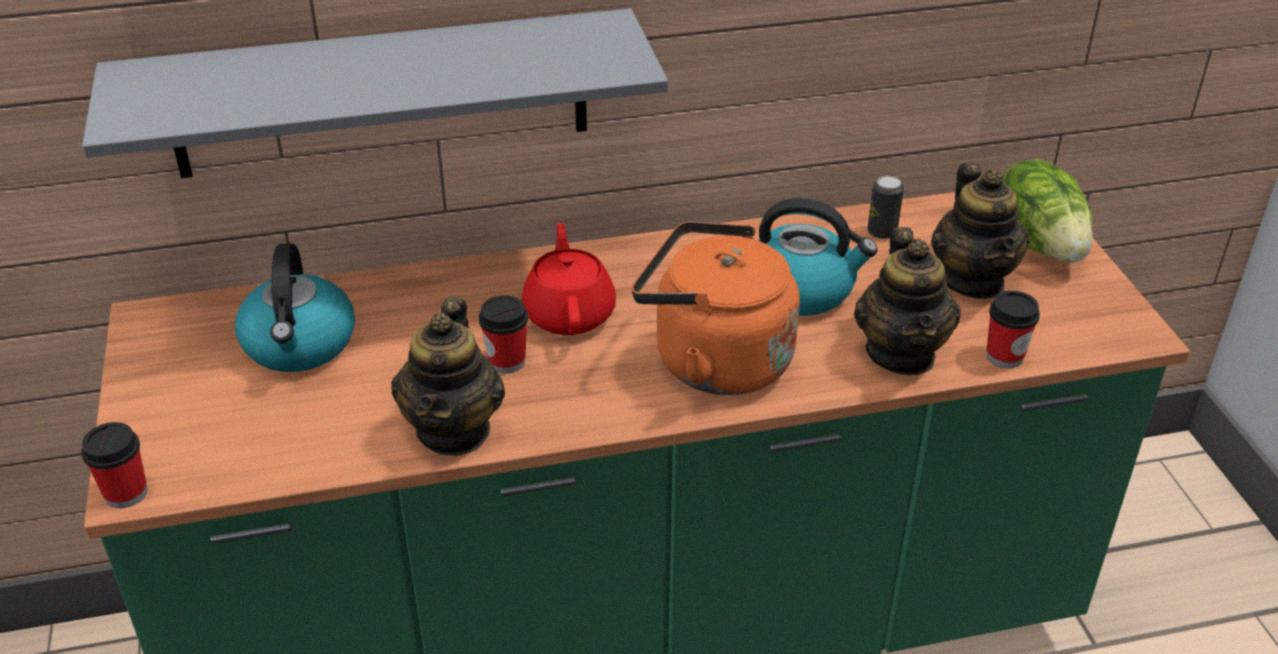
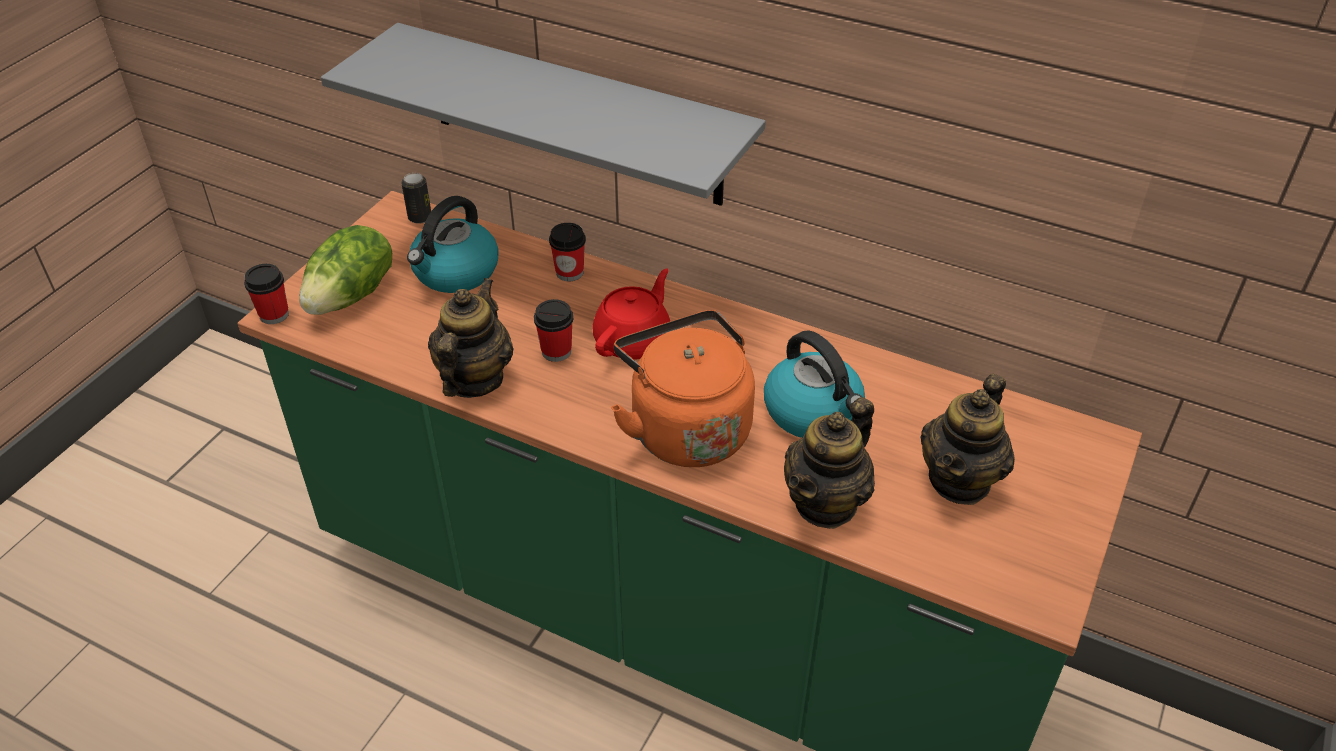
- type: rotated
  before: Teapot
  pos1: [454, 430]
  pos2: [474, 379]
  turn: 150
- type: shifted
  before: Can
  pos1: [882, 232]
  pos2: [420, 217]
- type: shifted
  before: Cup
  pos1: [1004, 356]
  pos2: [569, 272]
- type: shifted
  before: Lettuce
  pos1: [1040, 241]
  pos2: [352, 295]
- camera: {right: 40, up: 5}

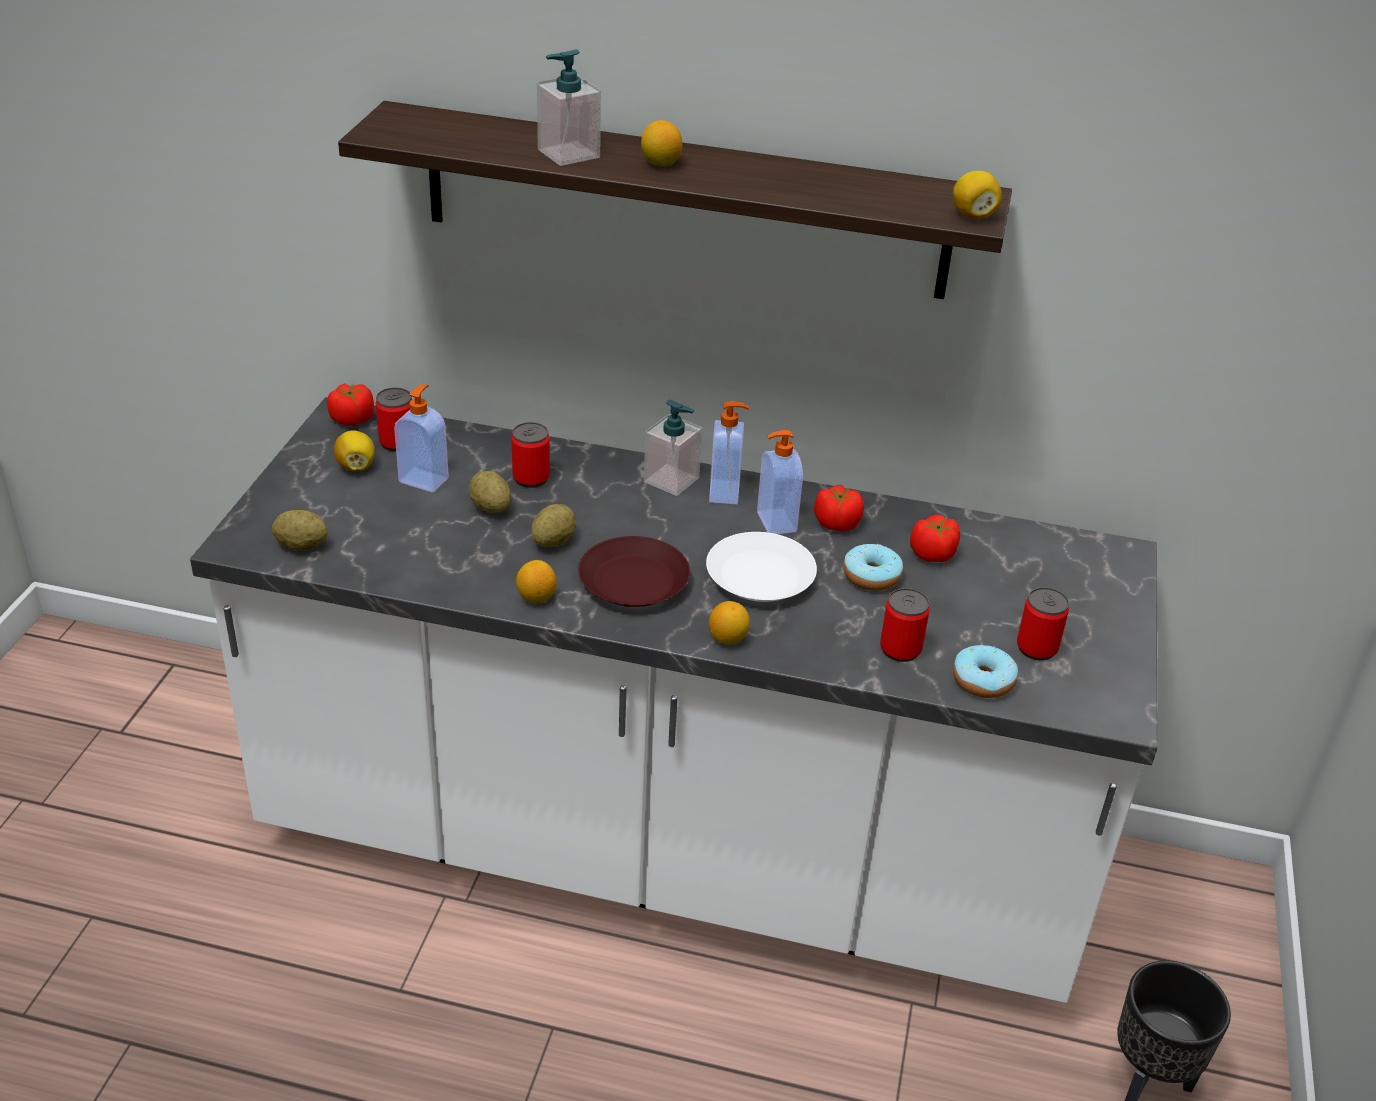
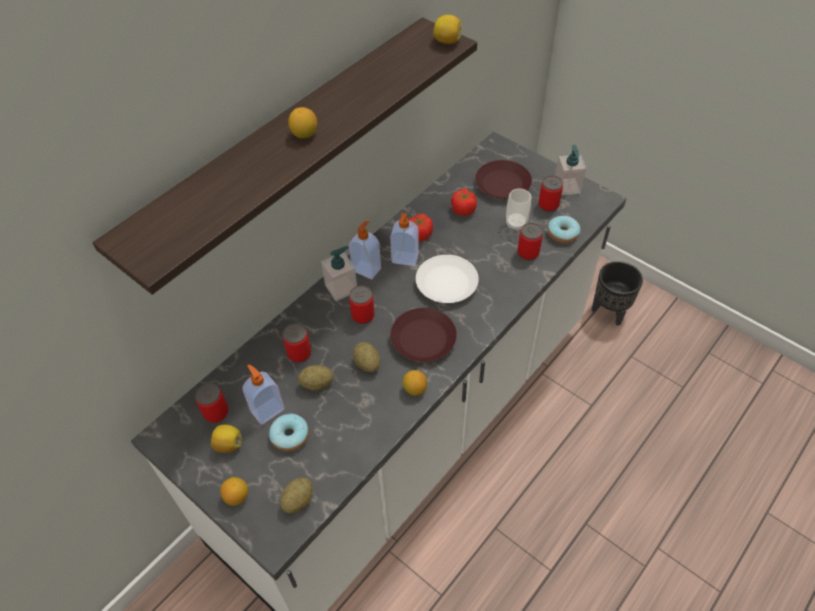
- type: gone
  before: Tomato
  pos1: [352, 419]
- type: shifted
  before: SoapDispenser
  pos1: [568, 154]
  pos2: [567, 187]
- type: shifted
  before: Lemon
  pos1: [728, 638]
  pos2: [237, 496]
- type: shifted
  before: Donut
  pos1: [871, 576]
  pos2: [290, 436]
- type: new
  after: Can
  pos2: [363, 315]
- type: new
  after: BrownPlate
  pos2: [502, 184]
- type: new
  after: Cup
  pos2: [516, 224]
- camera: {right: -60, up: 15}

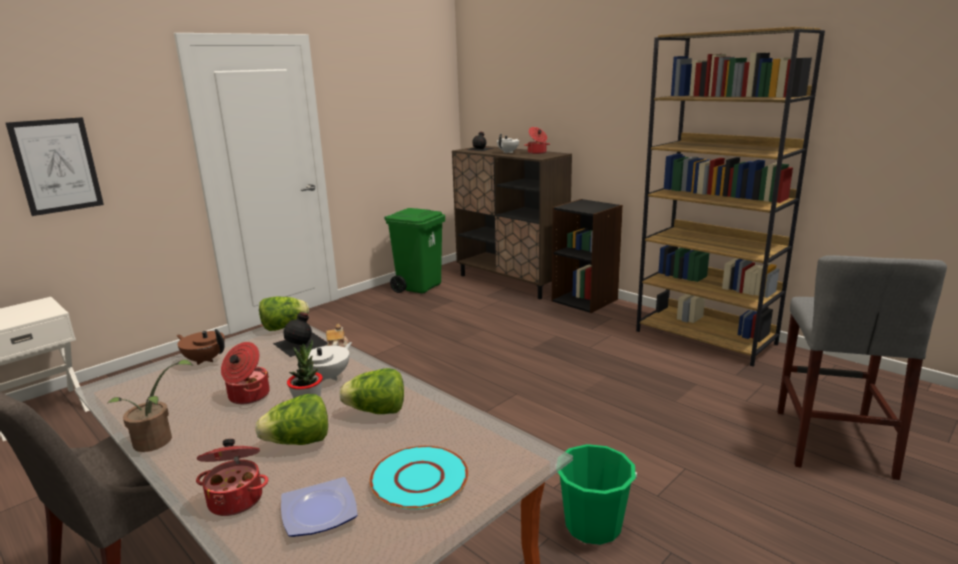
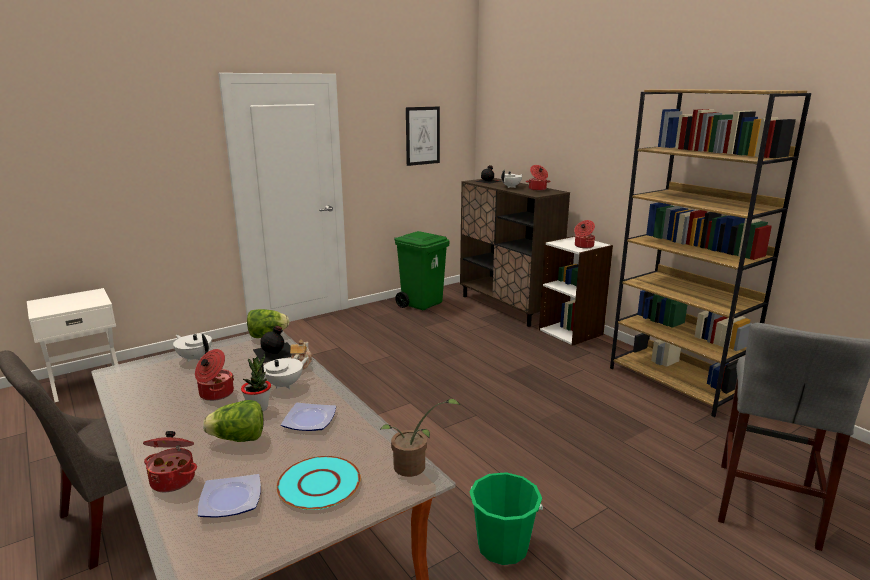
- type: shifted
  before: Picture
  pos1: [57, 166]
  pos2: [422, 136]
- type: shifted
  before: PottedPlant
  pos1: [157, 442]
  pos2: [414, 467]
- type: repainted
  before: BrownTeapot
  after: WhiteTeapot
  pos1: [205, 360]
  pos2: [195, 358]
- type: swapped
  before: Lettuce
  after: Plate
  pos1: [376, 411]
  pos2: [310, 420]
- type: repainted
  before: BlackBookcase
  after: WhiteBookcase
  pos1: [585, 300]
  pos2: [571, 332]
- type: new
  after: CookingPot
  pos2: [583, 246]
- camera: {right: 10, up: 0}

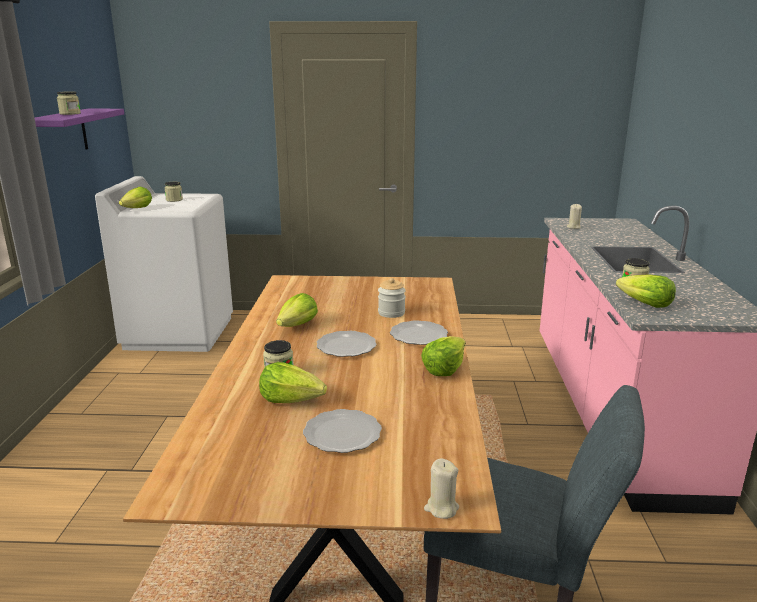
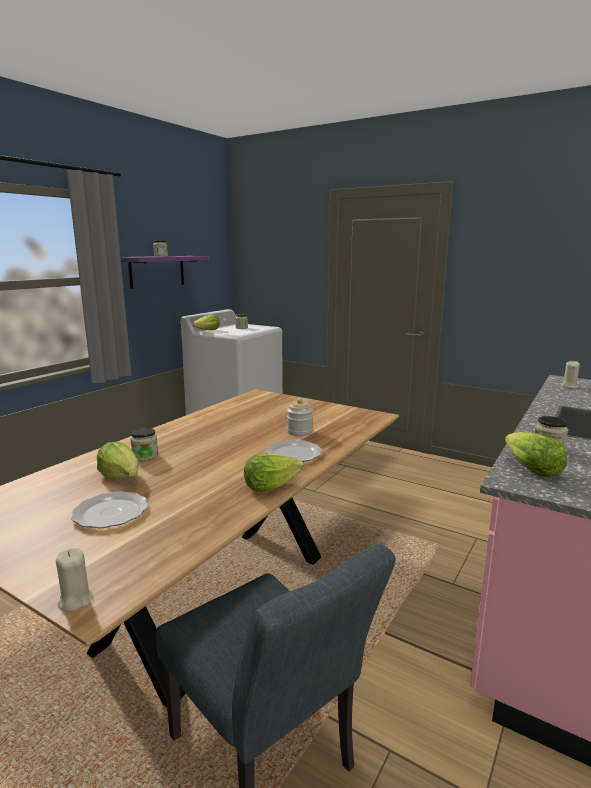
- type: gone
  before: Lettuce
  pos1: [298, 326]
- type: gone
  before: Plate
  pos1: [345, 347]
- camera: {right: 30, up: -5}

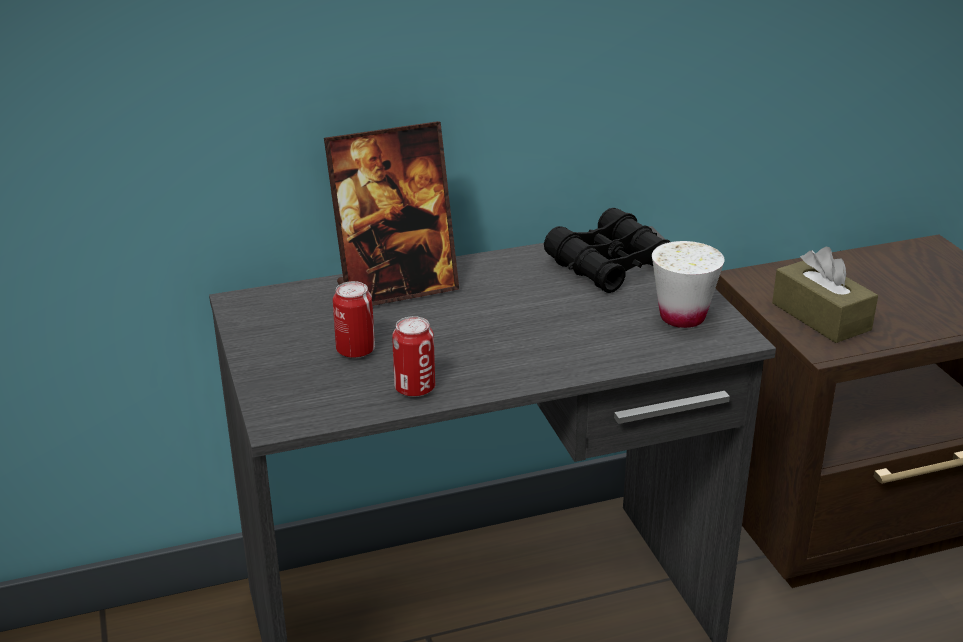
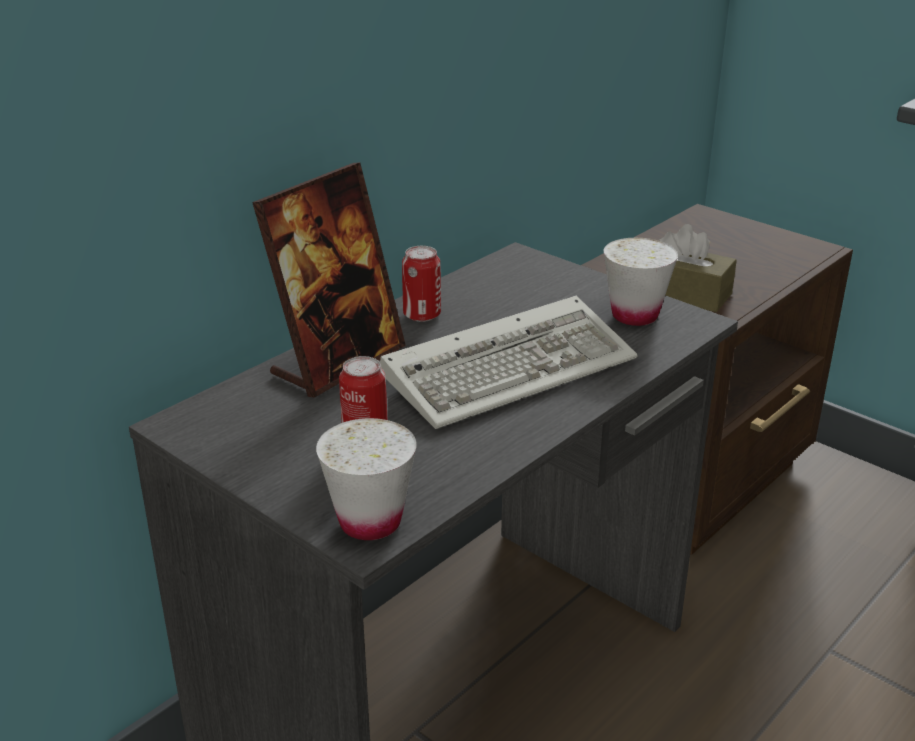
- type: shifted
  before: Can
  pos1: [415, 388]
  pos2: [422, 315]
- type: gone
  before: BlackBinoculars
  pos1: [611, 265]
- type: new
  after: WhiteCup
  pos2: [370, 522]
- type: new
  after: Keyboard
  pos2: [513, 368]
- camera: {right: -30, up: 0}

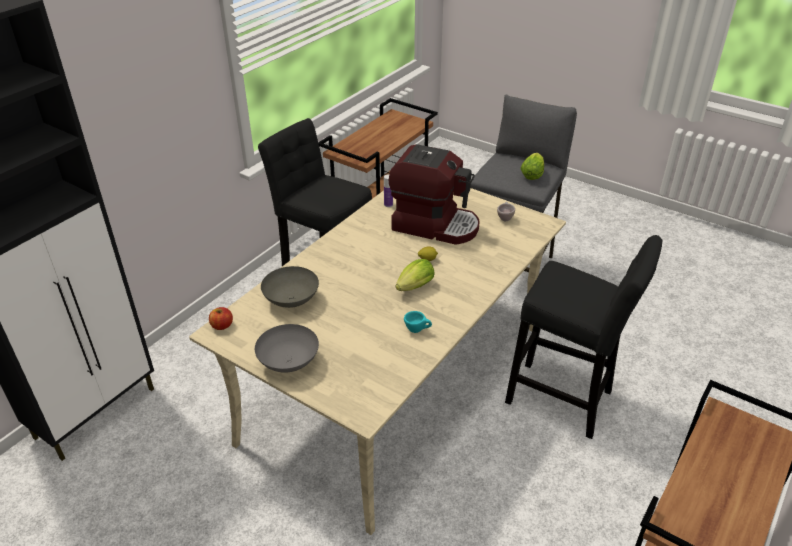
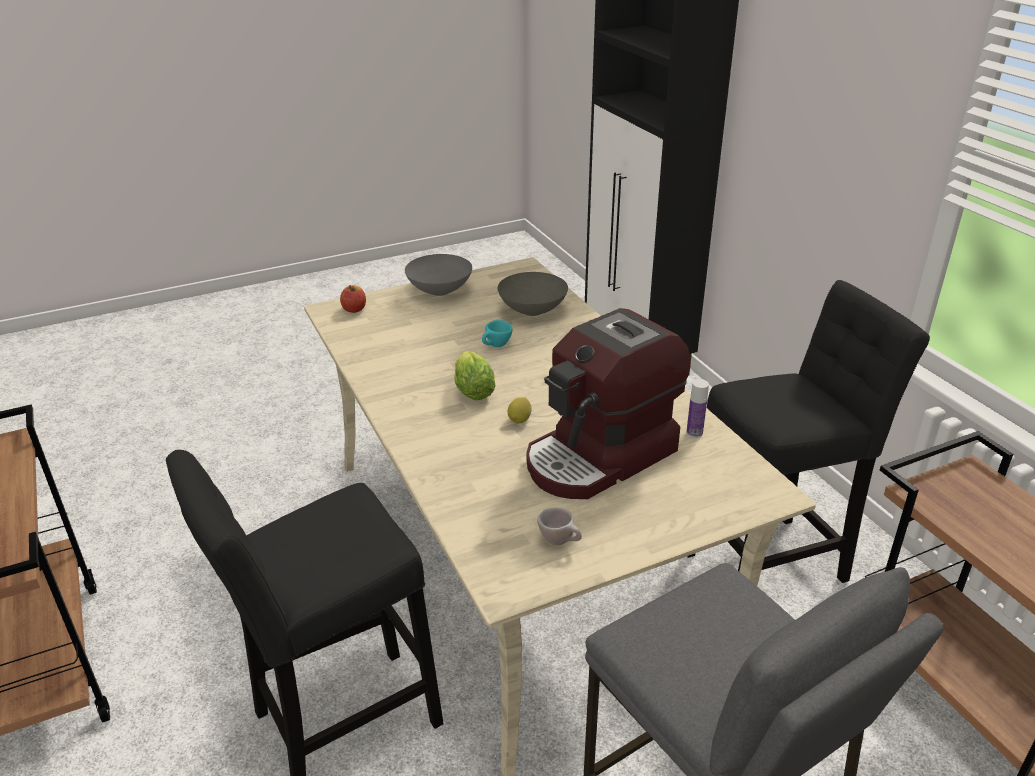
- type: shifted
  before: Apple
  pos1: [222, 325]
  pos2: [354, 309]
- type: shifted
  before: TurquoiseCup
  pos1: [417, 330]
  pos2: [496, 346]
- type: gone
  before: Lettuce
  pos1: [532, 174]
- camera: {right: 120, up: -5}

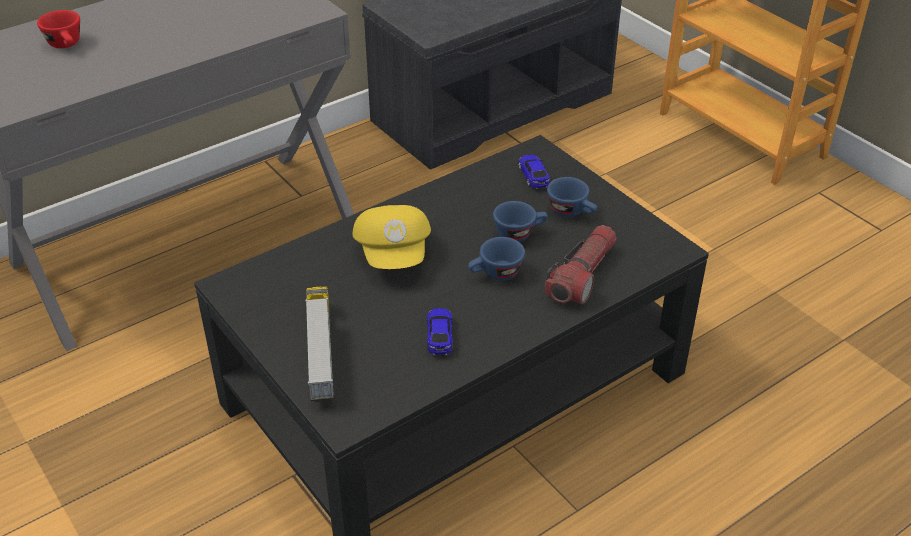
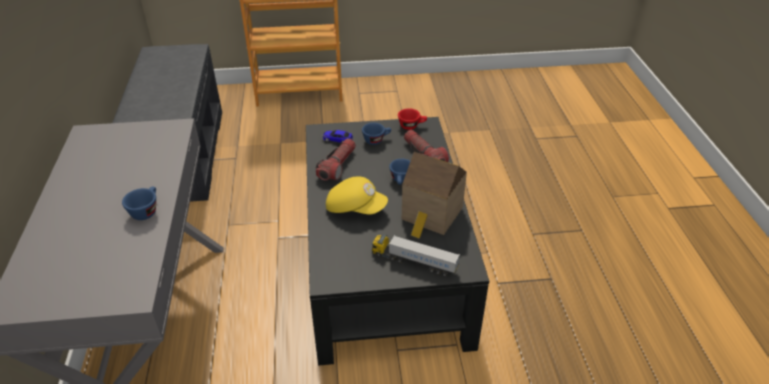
- type: shifted
  before: RedCup
  pos1: [67, 45]
  pos2: [412, 126]
- type: swapped
  before: ToyCar
  after: ToyHouse
  pos1: [439, 336]
  pos2: [431, 215]
- type: shifted
  before: BlueCup
  pos1: [519, 233]
  pos2: [146, 210]
- type: new
  after: Flashlight
  pos2: [337, 166]
- camera: {right: -60, up: 0}

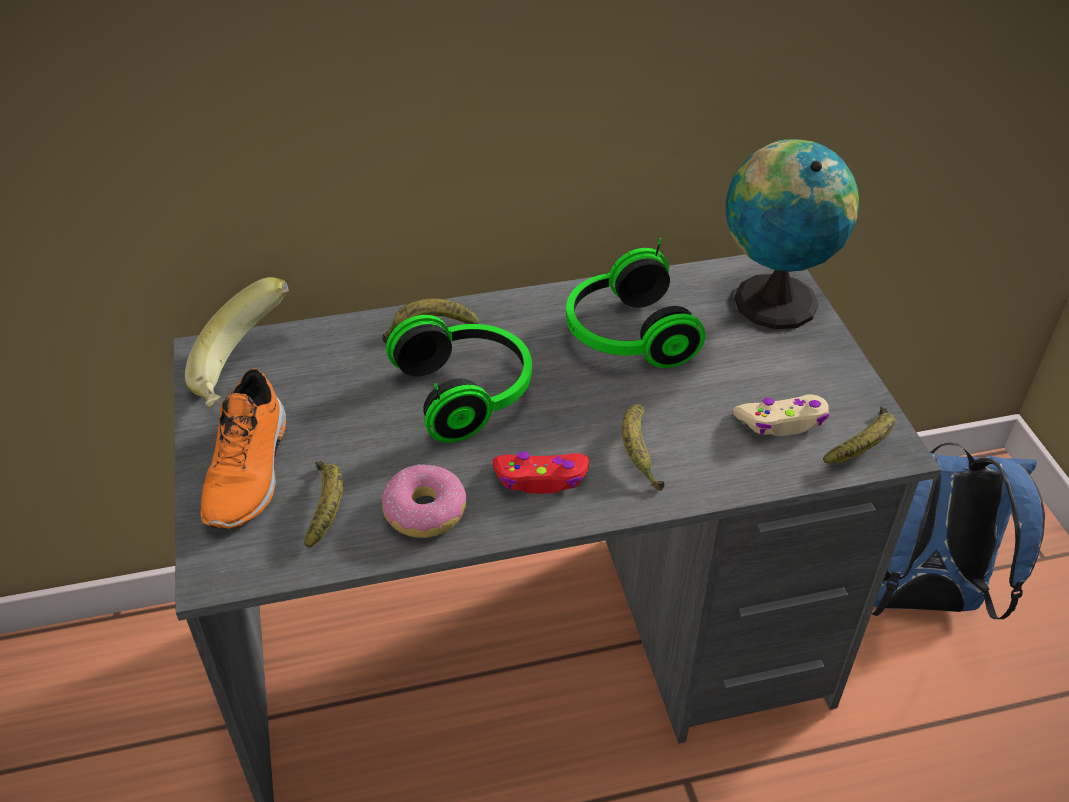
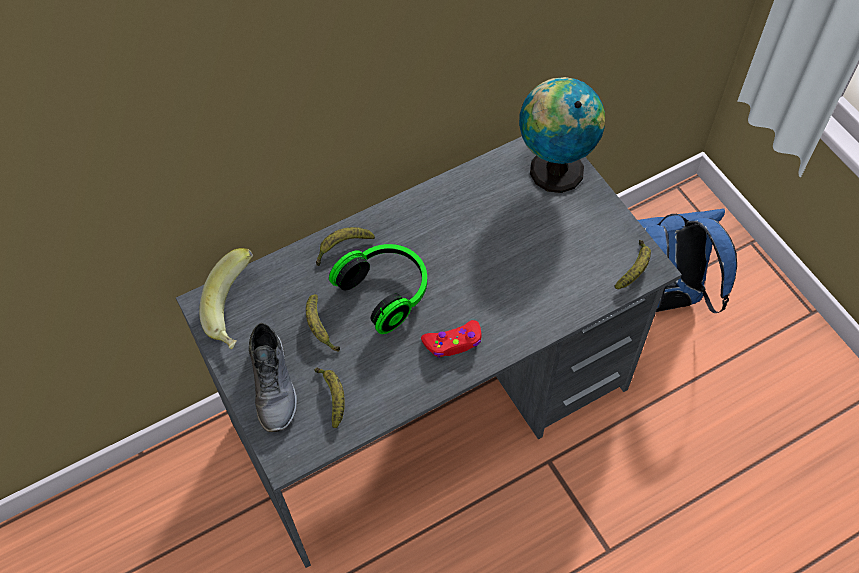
- type: repainted
  before: OrangeShoe
  after: GreyShoe
  pos1: [250, 471]
  pos2: [274, 384]
- type: gone
  before: Donut
  pos1: [425, 511]
- type: gone
  before: Headphones
  pos1: [625, 335]
- type: shifted
  before: Banana
  pos1: [638, 453]
  pos2: [320, 327]
- type: gone
  before: BeigeGameController
  pos1: [782, 422]
- camera: {right: -15, up: 15}

